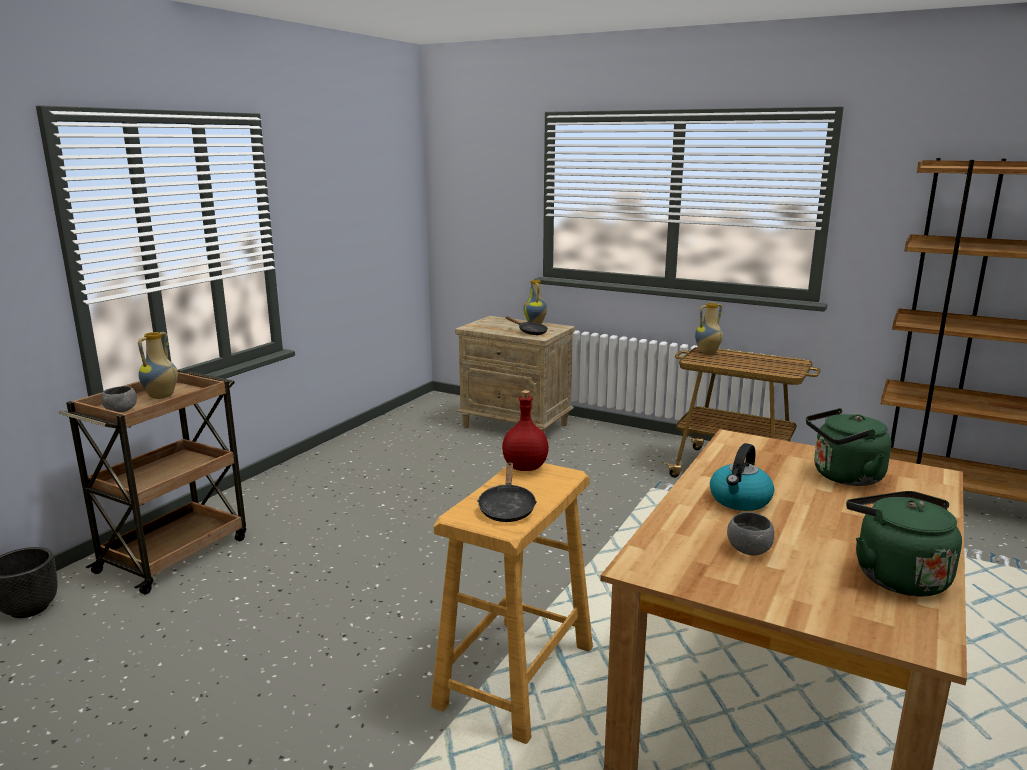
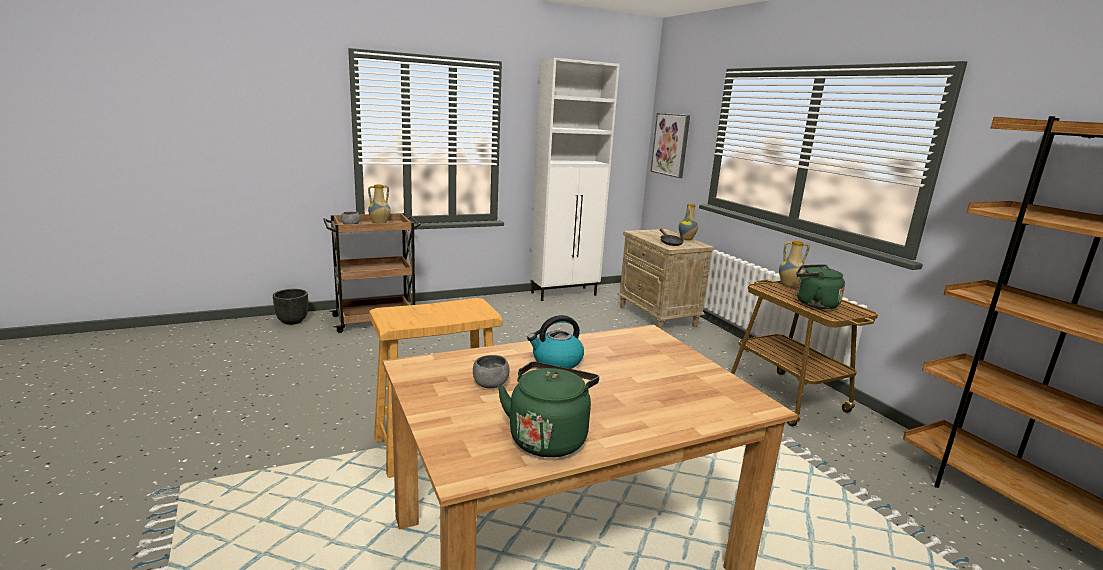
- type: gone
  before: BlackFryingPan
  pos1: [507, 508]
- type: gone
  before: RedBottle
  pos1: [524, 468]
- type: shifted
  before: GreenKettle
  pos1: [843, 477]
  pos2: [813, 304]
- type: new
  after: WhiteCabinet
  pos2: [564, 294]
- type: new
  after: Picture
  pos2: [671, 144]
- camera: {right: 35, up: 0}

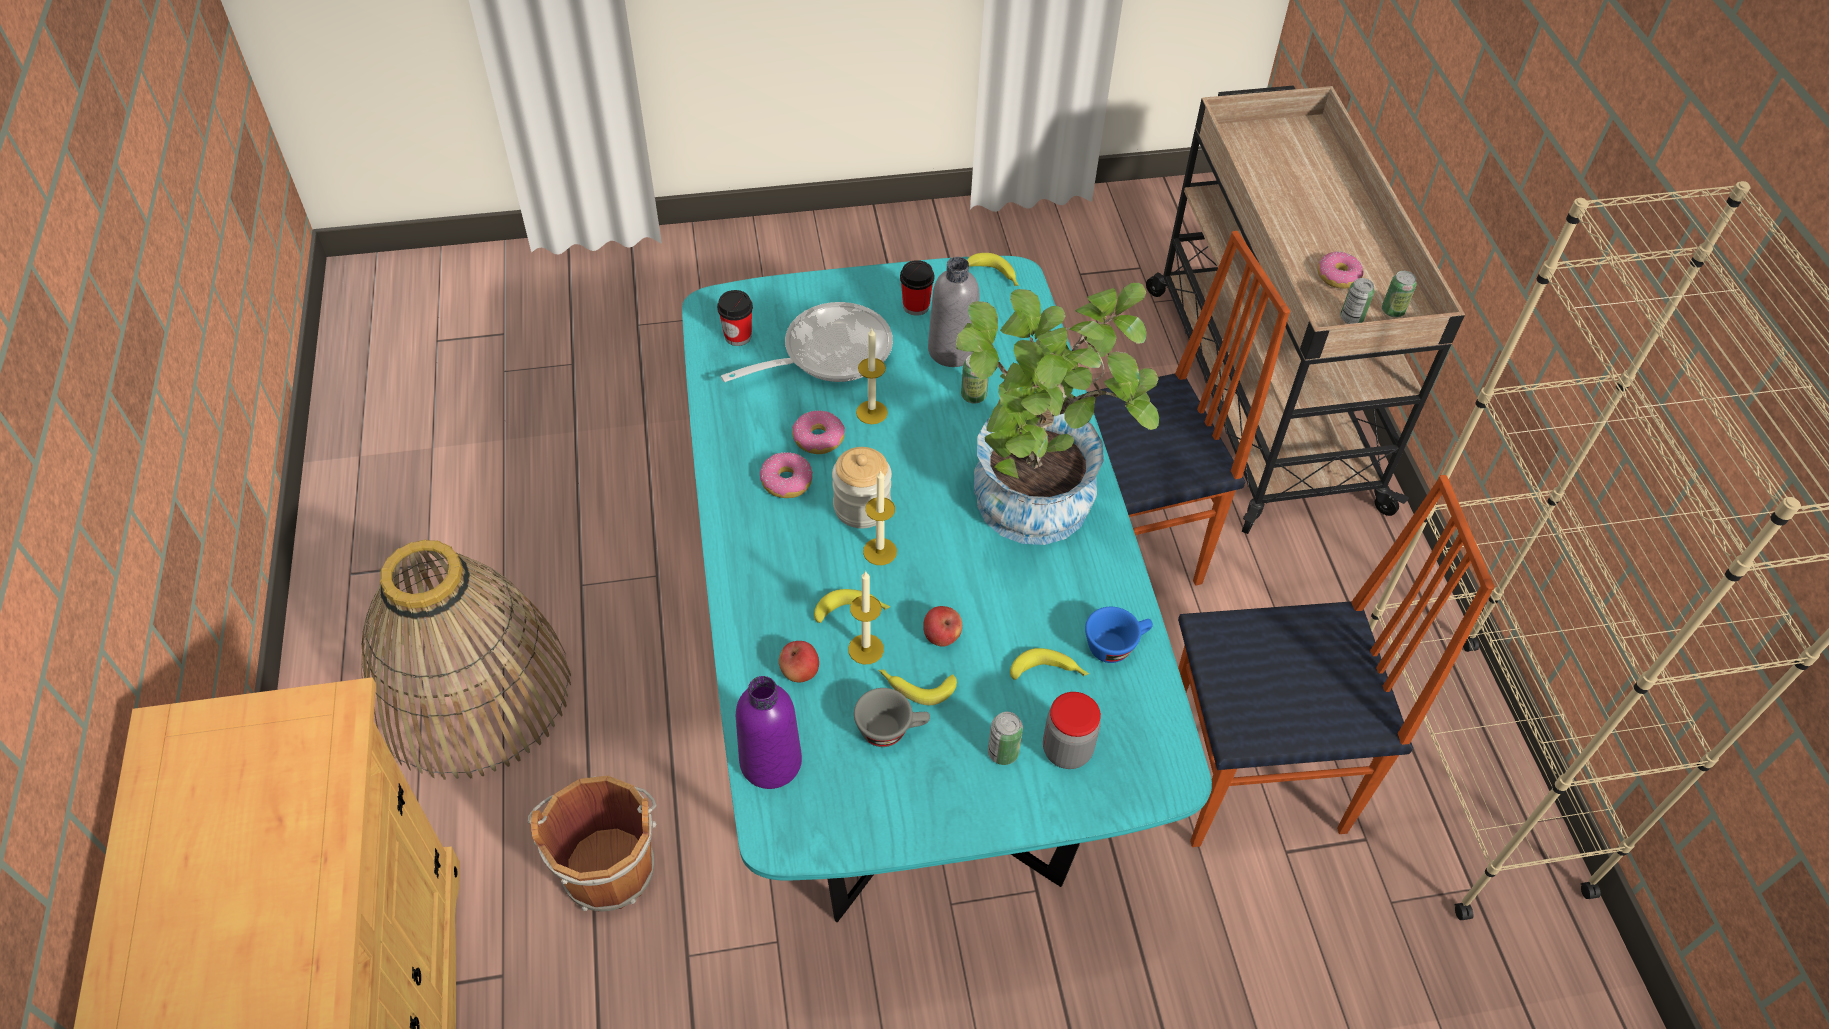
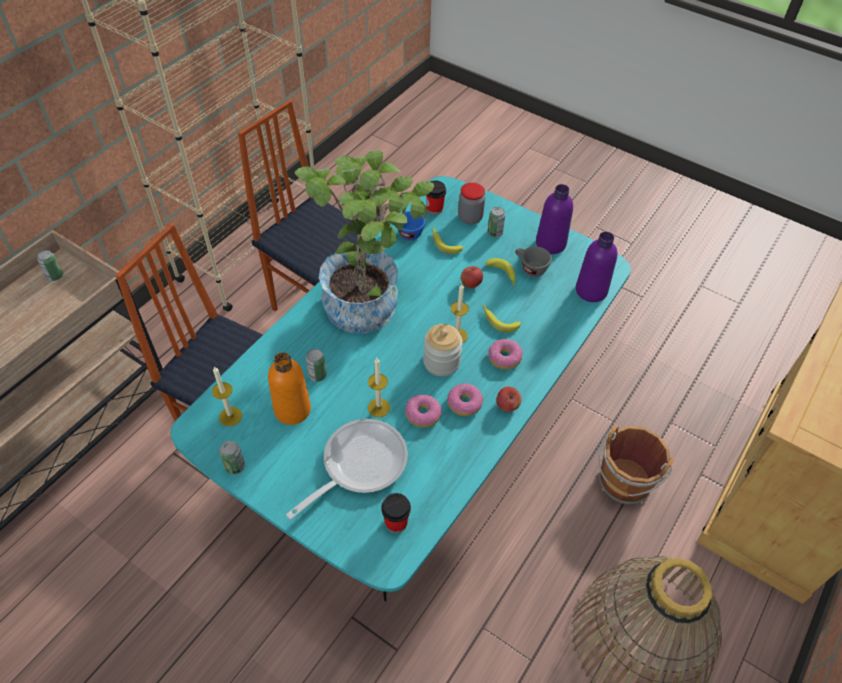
- type: rotated
  before: FryingPan
  pos1: [828, 353]
  pos2: [358, 465]
  turn: 120
- type: shifted
  before: Apple
  pos1: [800, 672]
  pos2: [507, 406]
- type: shifted
  before: Candle
  pos1: [866, 649]
  pos2: [230, 416]
- type: shifted
  before: Cup
  pos1: [916, 306]
  pos2: [434, 209]
- type: repainted
  before: GreyBottle
  after: OrangeBottle
  pos1: [952, 350]
  pos2: [292, 410]
- type: gone
  before: Banana
  pos1: [995, 275]
- type: shifted
  before: Donut
  pos1: [1338, 276]
  pos2: [504, 358]
- type: shifted
  before: Can
  pos1: [1351, 318]
  pos2: [235, 466]
- type: new
  after: PurpleBottle
  pos2: [550, 243]
- camera: {right: -135, up: 0}

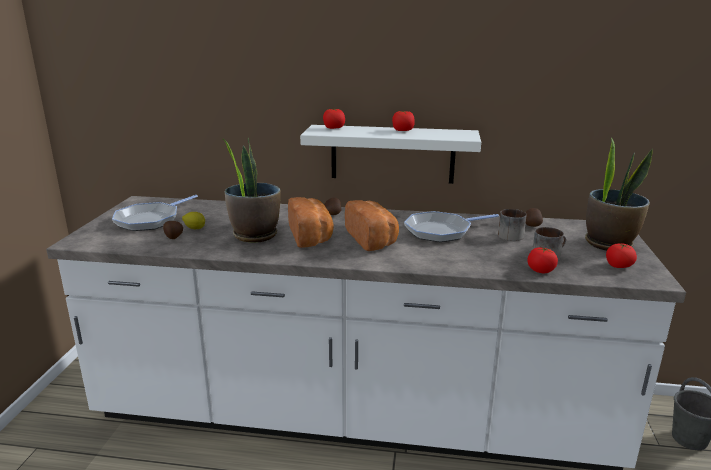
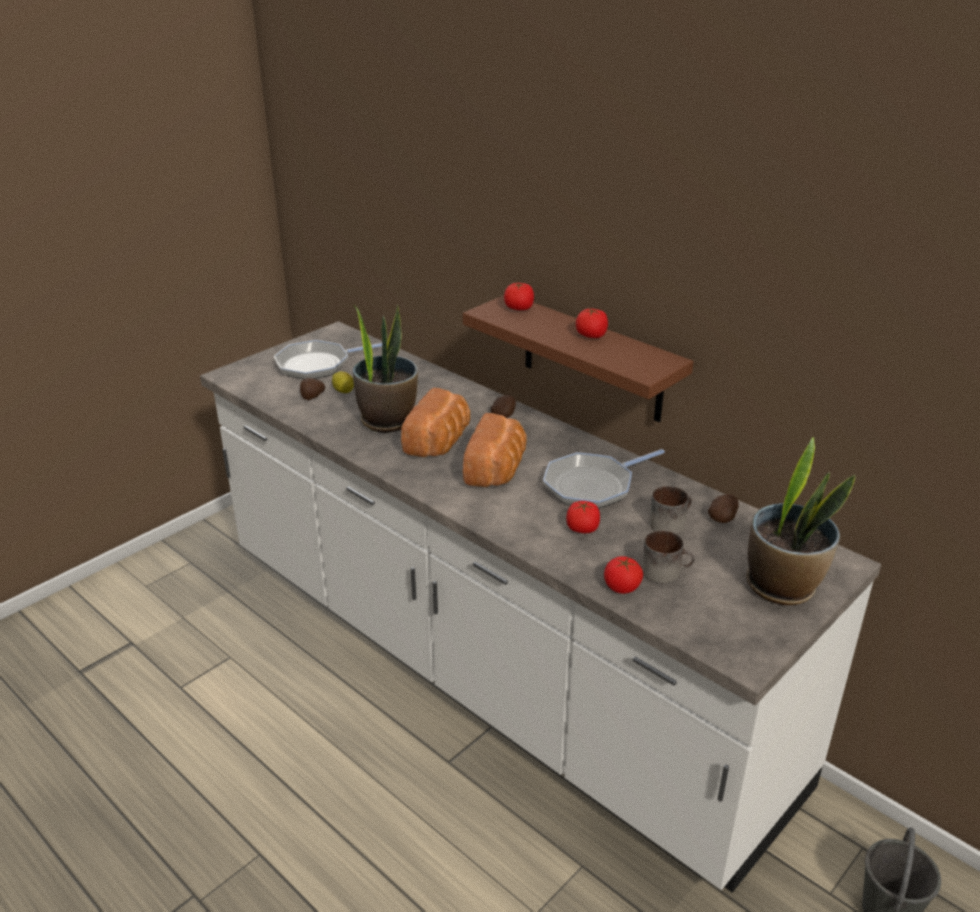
- type: repainted
  before: WhiteShelf
  after: BrownShelf
  pos1: [392, 154]
  pos2: [592, 359]
- type: rotated
  before: FryingPan
  pos1: [441, 231]
  pos2: [592, 485]
  turn: -45
- type: shifted
  before: Tomato
  pos1: [618, 266]
  pos2: [582, 529]
- camera: {right: 35, up: 10}

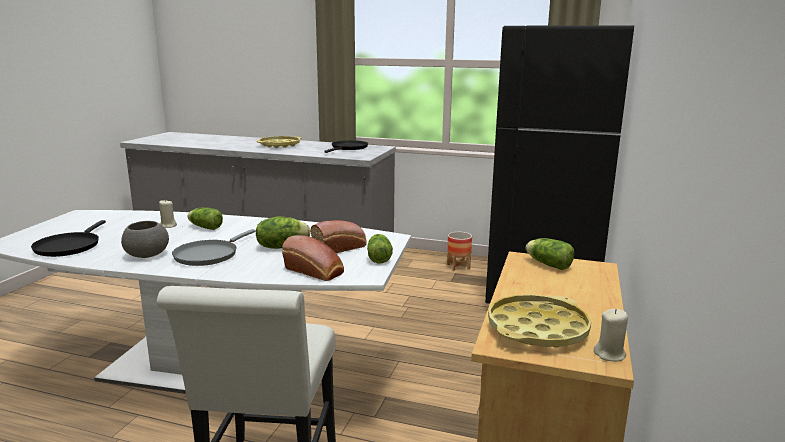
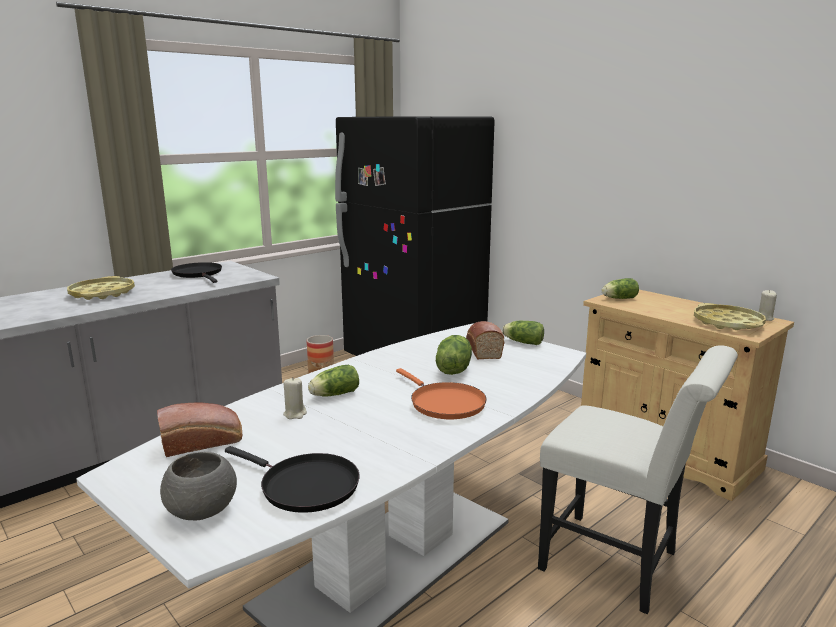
- type: shifted
  before: GreyBowl
  pos1: [146, 255]
  pos2: [201, 511]
- type: repainted
  before: GreyFryingPan
  after: OrangeFryingPan
  pos1: [208, 255]
  pos2: [444, 403]
- type: shifted
  before: Bread
  pos1: [315, 272]
  pos2: [204, 442]
- camera: {right: -60, up: 0}

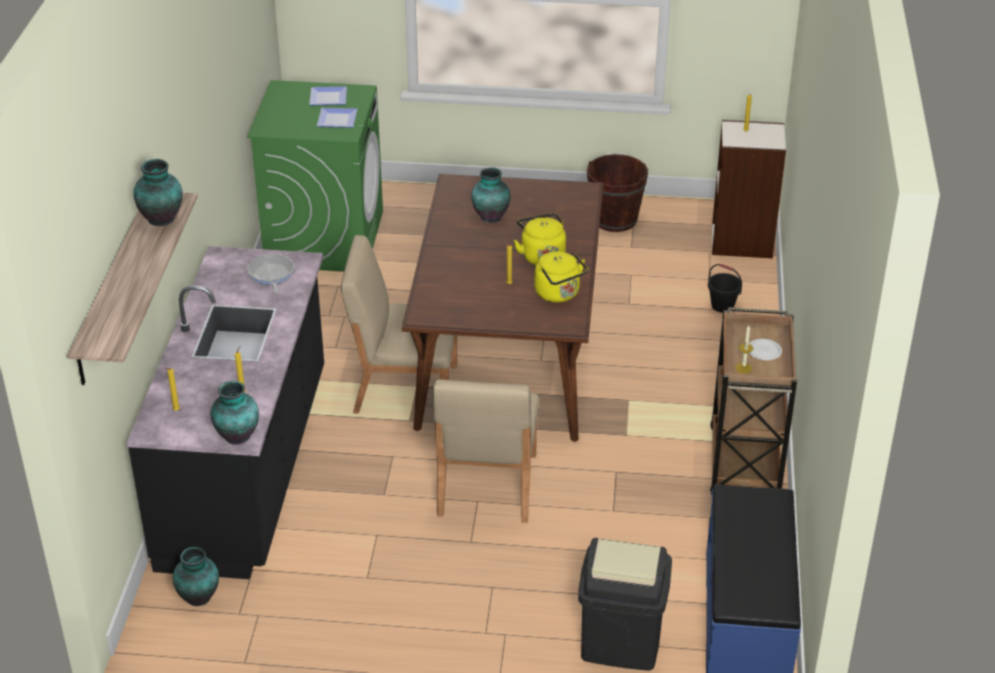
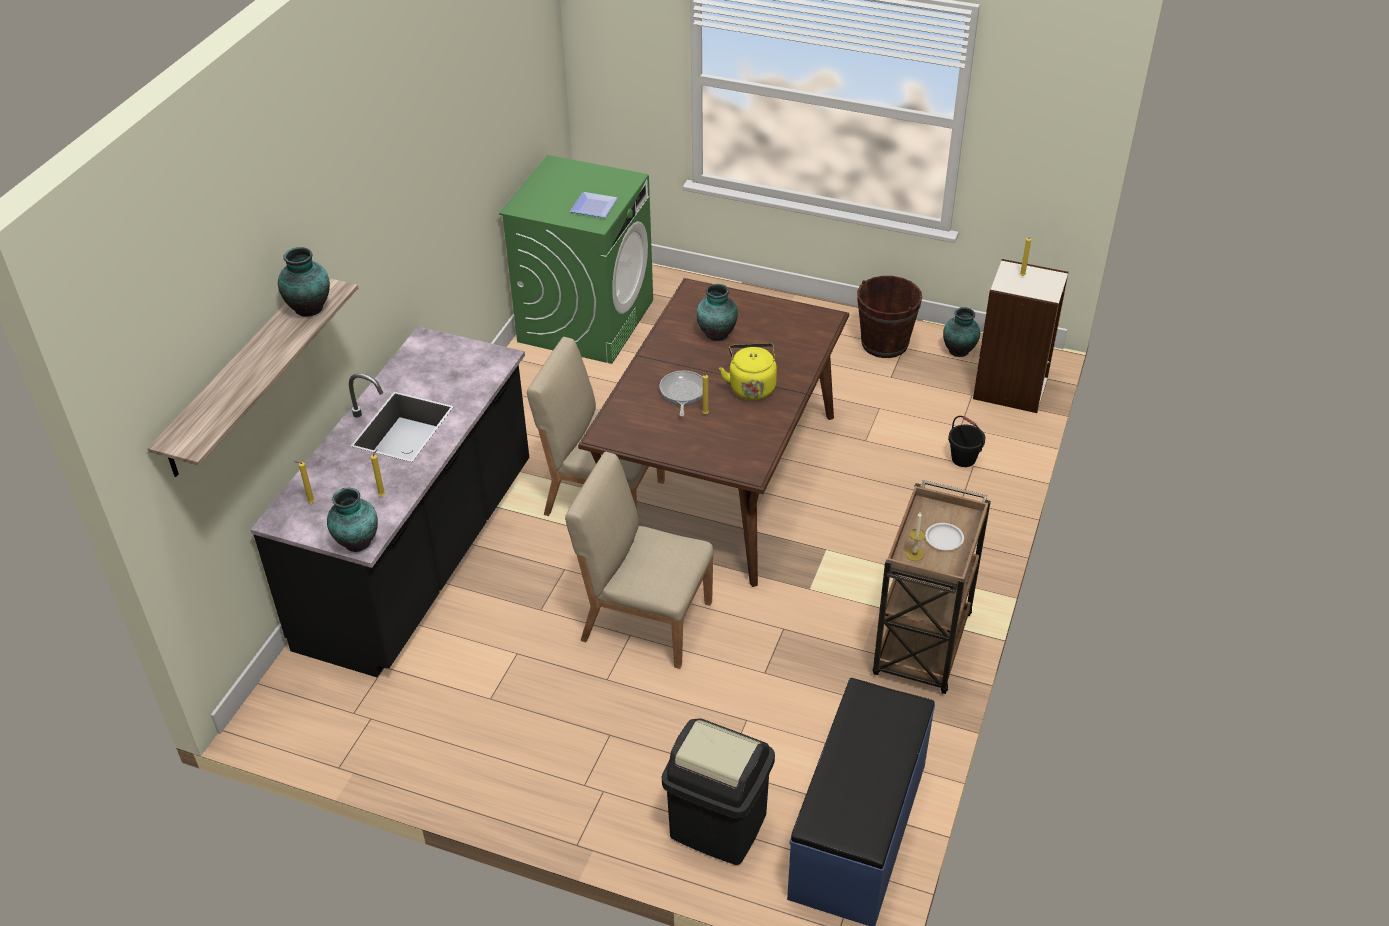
- type: shifted
  before: Vase
  pos1: [199, 597]
  pos2: [959, 351]
- type: shifted
  before: FryingPan
  pos1: [271, 274]
  pos2: [682, 393]
- type: gone
  before: Plate
  pos1: [329, 97]
- type: rotated
  before: BeigeChair
  pos1: [486, 486]
  pos2: [645, 620]
  turn: 90
- type: gone
  before: YellowKettle
  pos1: [559, 294]
- camera: {right: 15, up: 5}

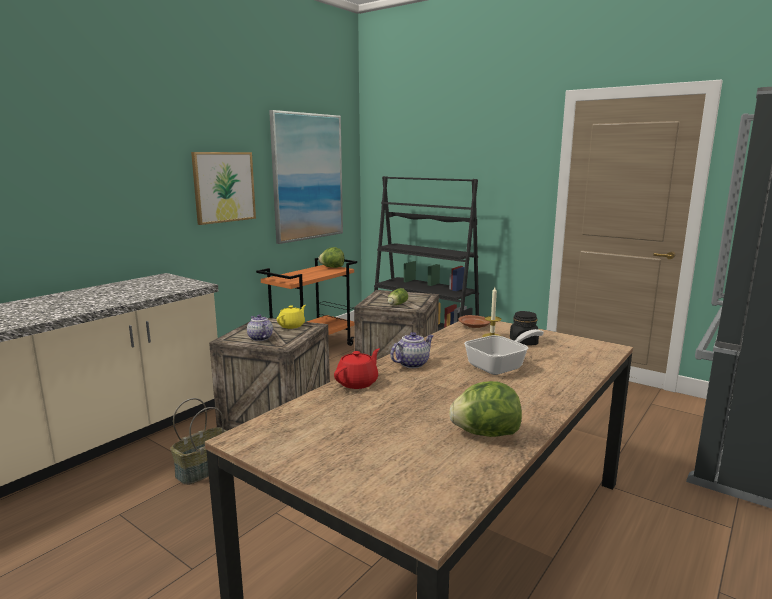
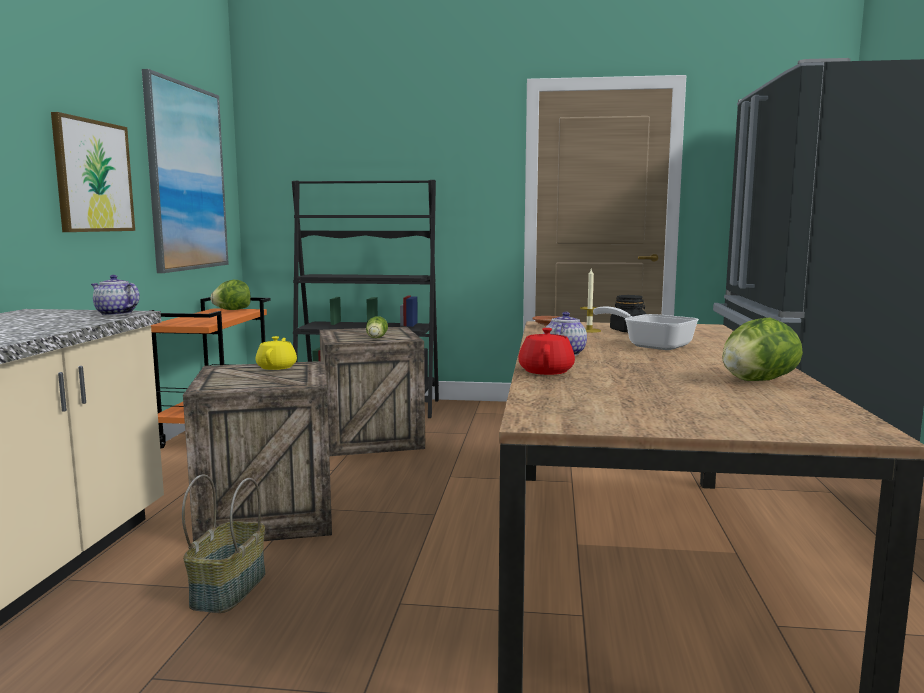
- type: shifted
  before: Teapot
  pos1: [259, 338]
  pos2: [115, 314]
- type: rotated
  before: FryingPan
  pos1: [501, 366]
  pos2: [651, 345]
  turn: -75
- camera: {right: -30, up: -5}

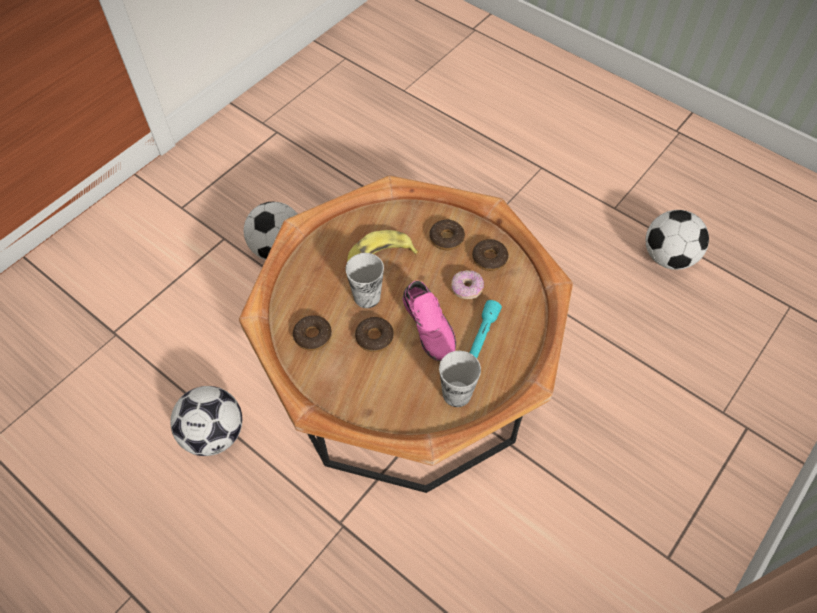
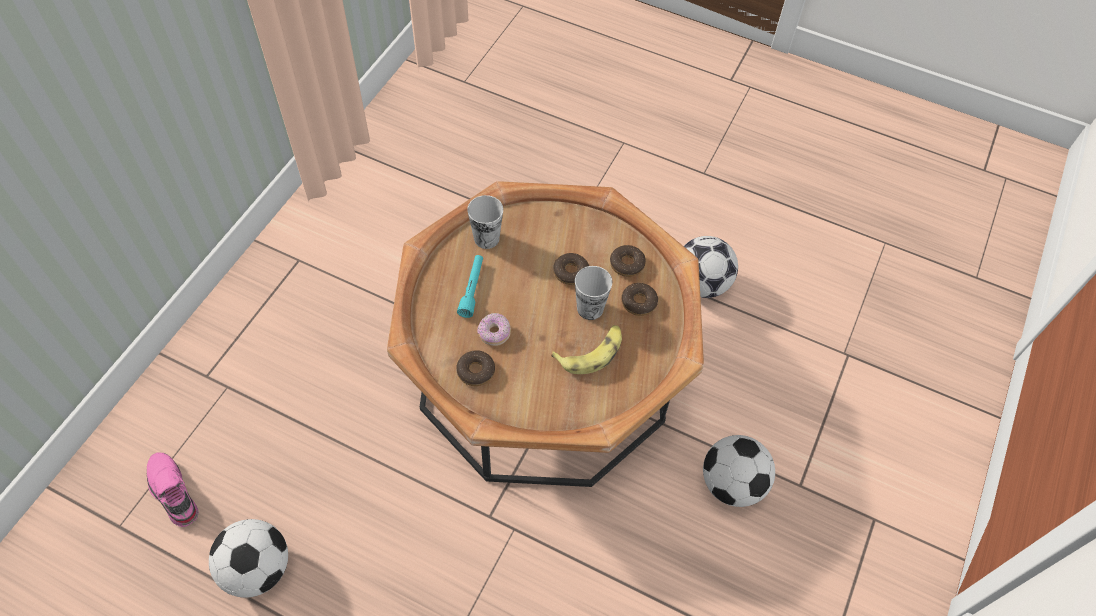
- type: shifted
  before: PinkShoe
  pos1: [430, 326]
  pos2: [172, 493]
- type: shifted
  before: Donut
  pos1: [446, 238]
  pos2: [639, 302]
- camera: {right: 165, up: 0}

